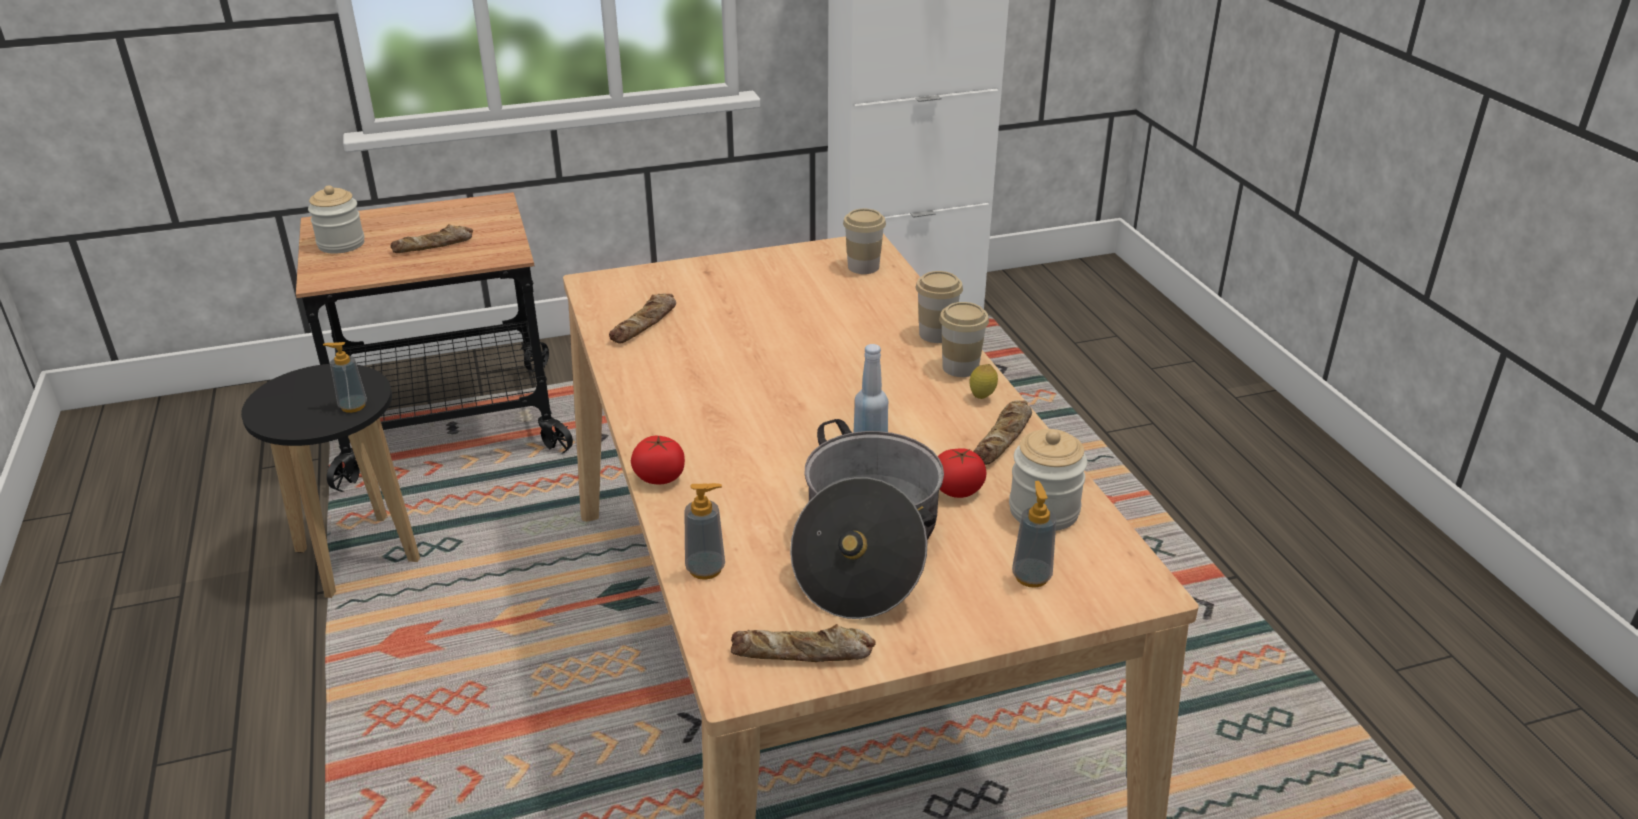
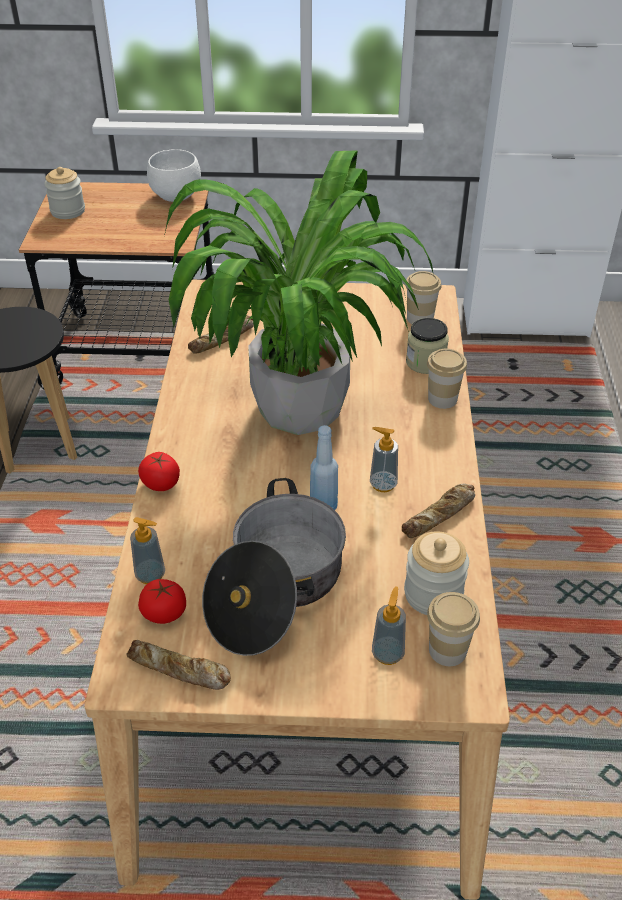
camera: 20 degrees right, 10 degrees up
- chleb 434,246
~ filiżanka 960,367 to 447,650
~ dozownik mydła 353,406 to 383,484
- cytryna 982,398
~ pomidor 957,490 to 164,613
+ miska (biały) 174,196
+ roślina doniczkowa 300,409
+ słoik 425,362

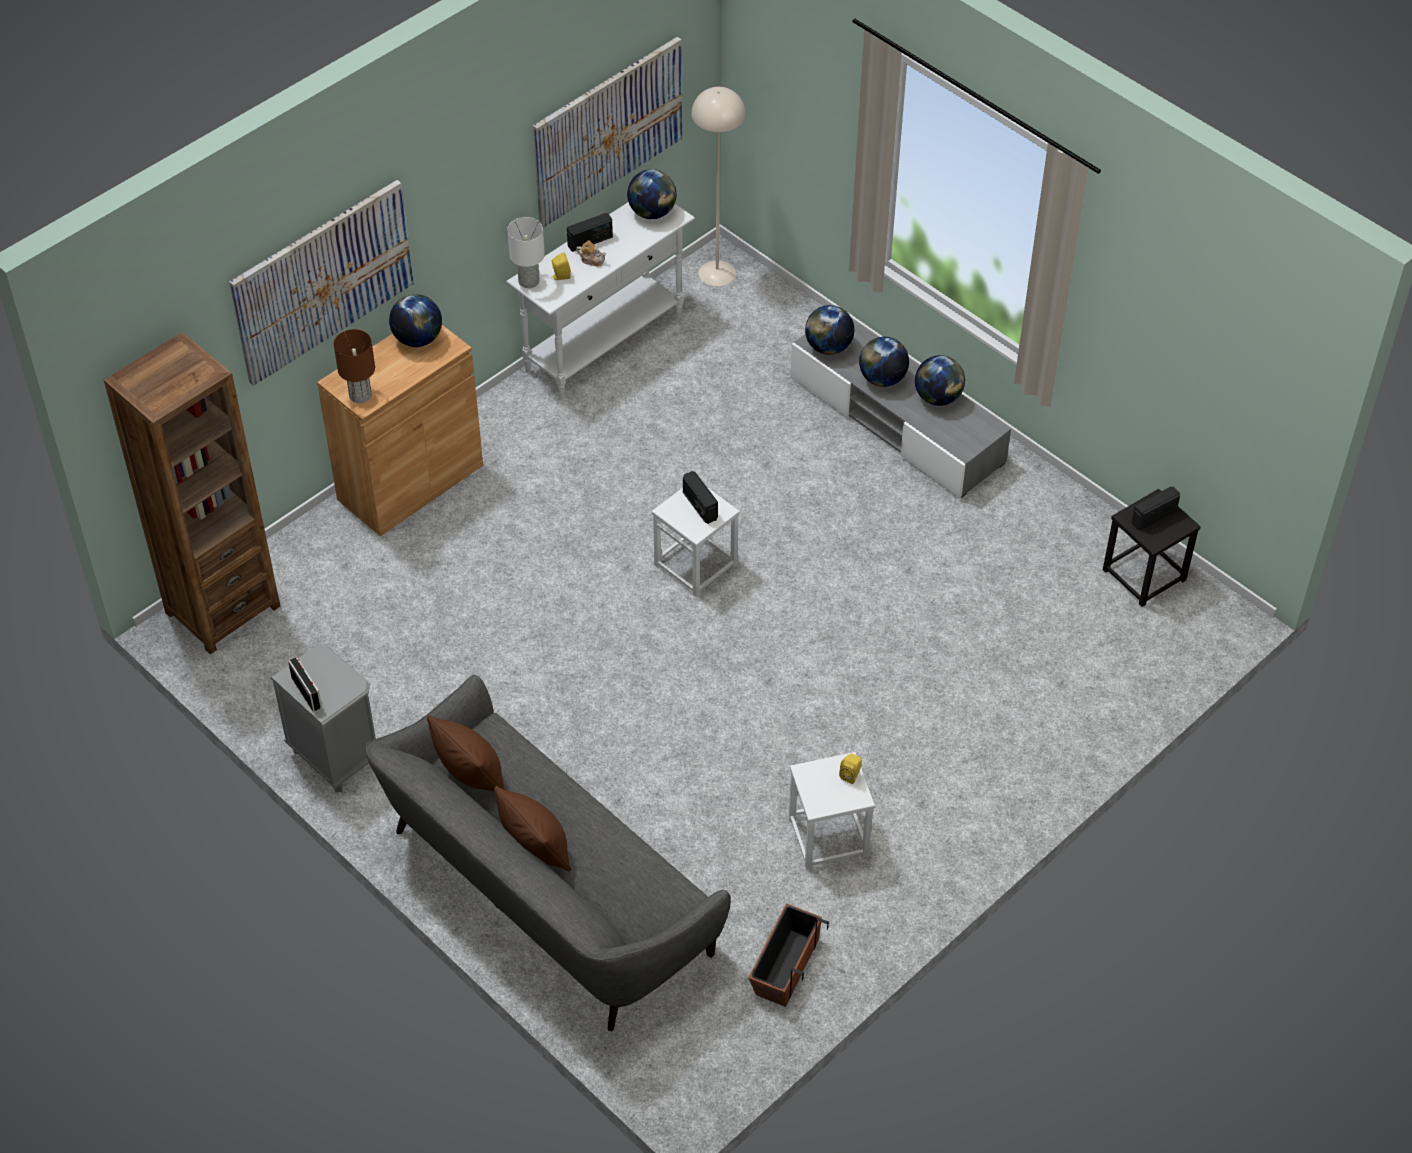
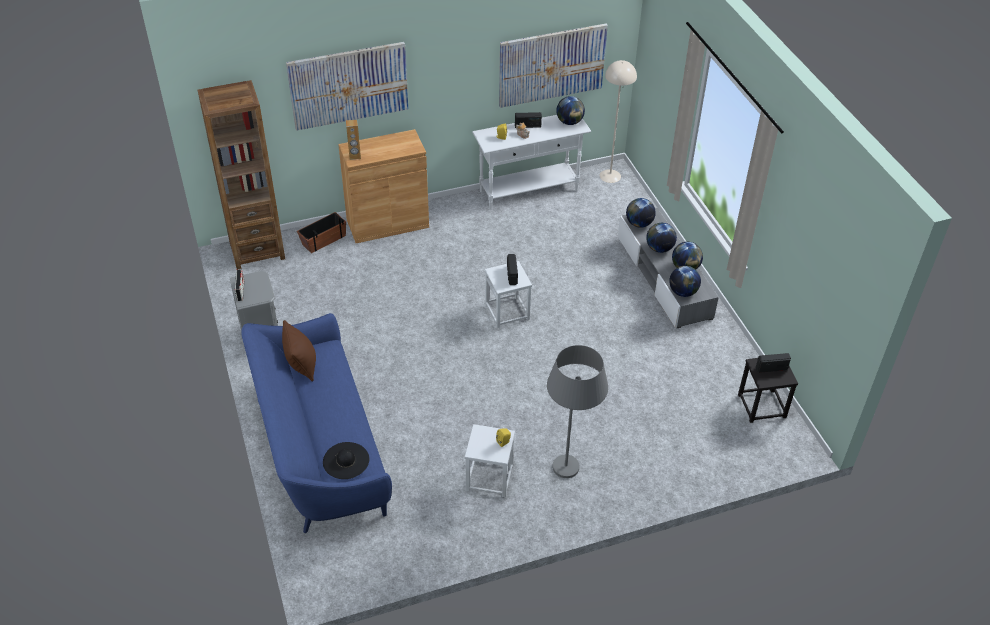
camera: 25 degrees right, 5 degrees down
- lampa stołowa (biały) 529,280
~ globus 418,339 to 683,292
~ lampa stołowa (brązowy) 360,395 to głośnik (brązowy) 355,156
~ kanapa (szary) 545,891 to kanapa (niebieski) 319,446
- poduszka (brązowy) 536,849
~ donica 786,966 to 323,240
+ lampa stojąca (szary) 568,479
+ kapelusz (czarny) 346,460

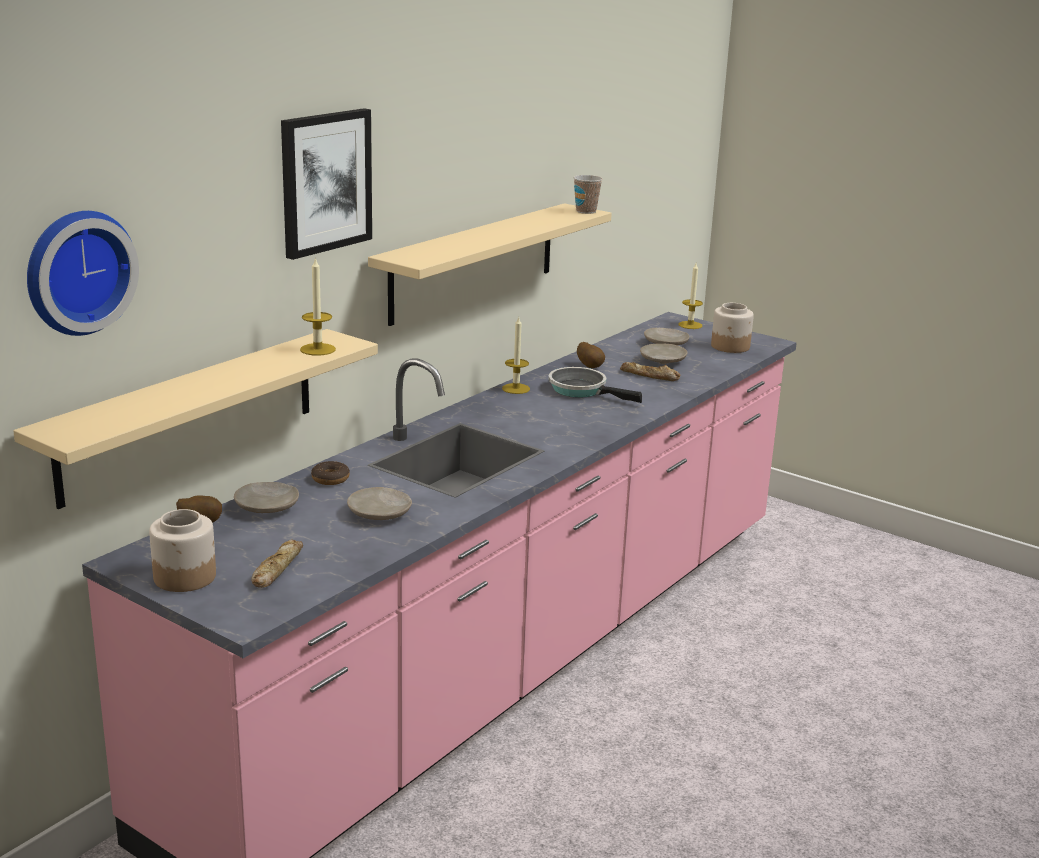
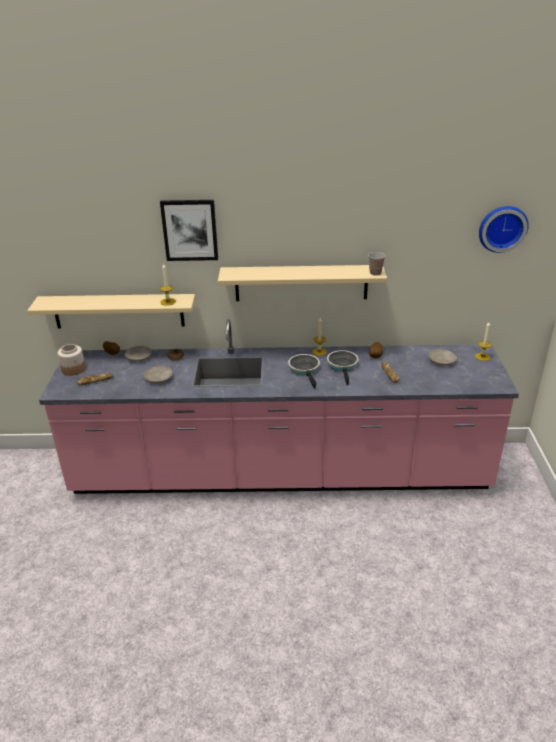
camera: 55 degrees right, 10 degrees up
~ zegar ścienny 76,271 to 502,228
- słoik 730,347
- talerz (beżowy) 662,360
+ patelnia 305,370

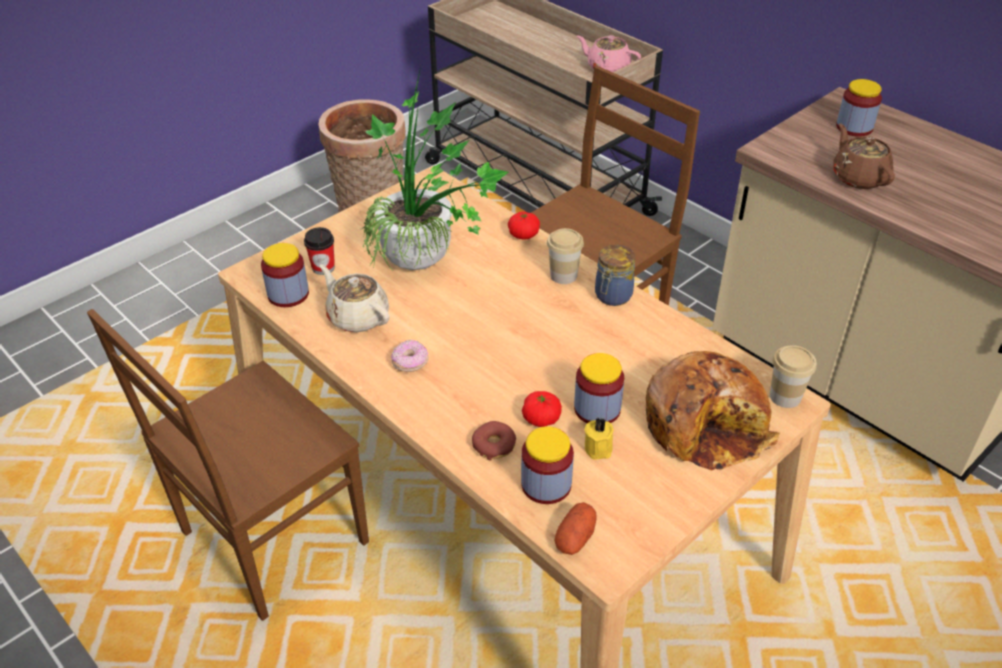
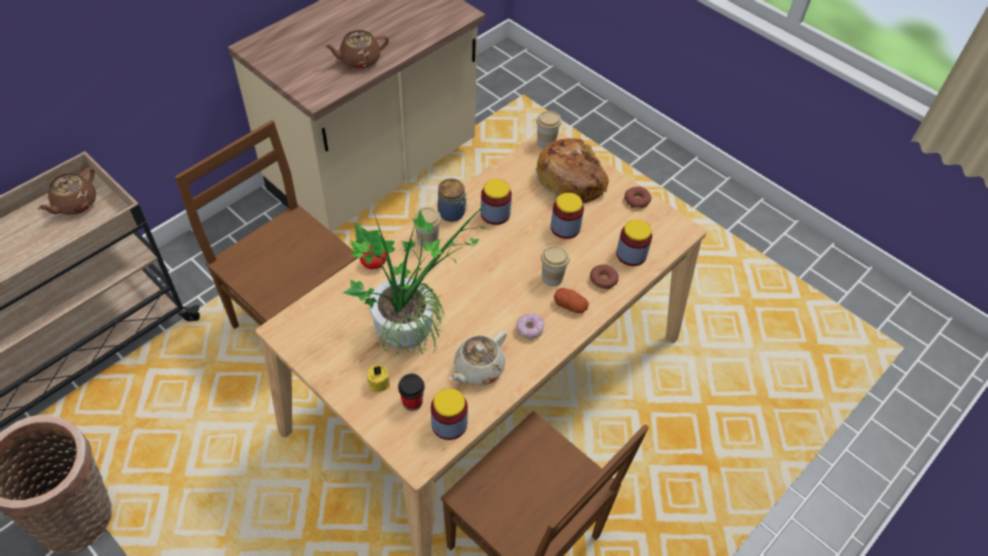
camera: 95 degrees left, 10 degrees up
~ imbryk (różowy) 607,68 to imbryk (brązowy) 75,204
~ słoik 854,127 to 495,214
- pomidor 541,418
~ świeca (żółty) 599,447 to 378,382
~ ziemniak 575,538 to 570,306
+ donut 637,200
+ filiżanka 552,278

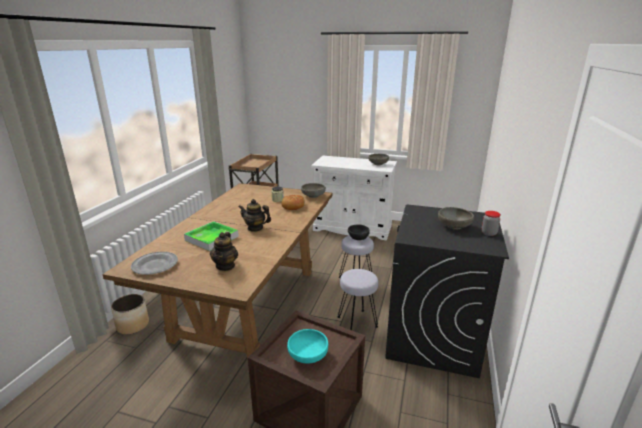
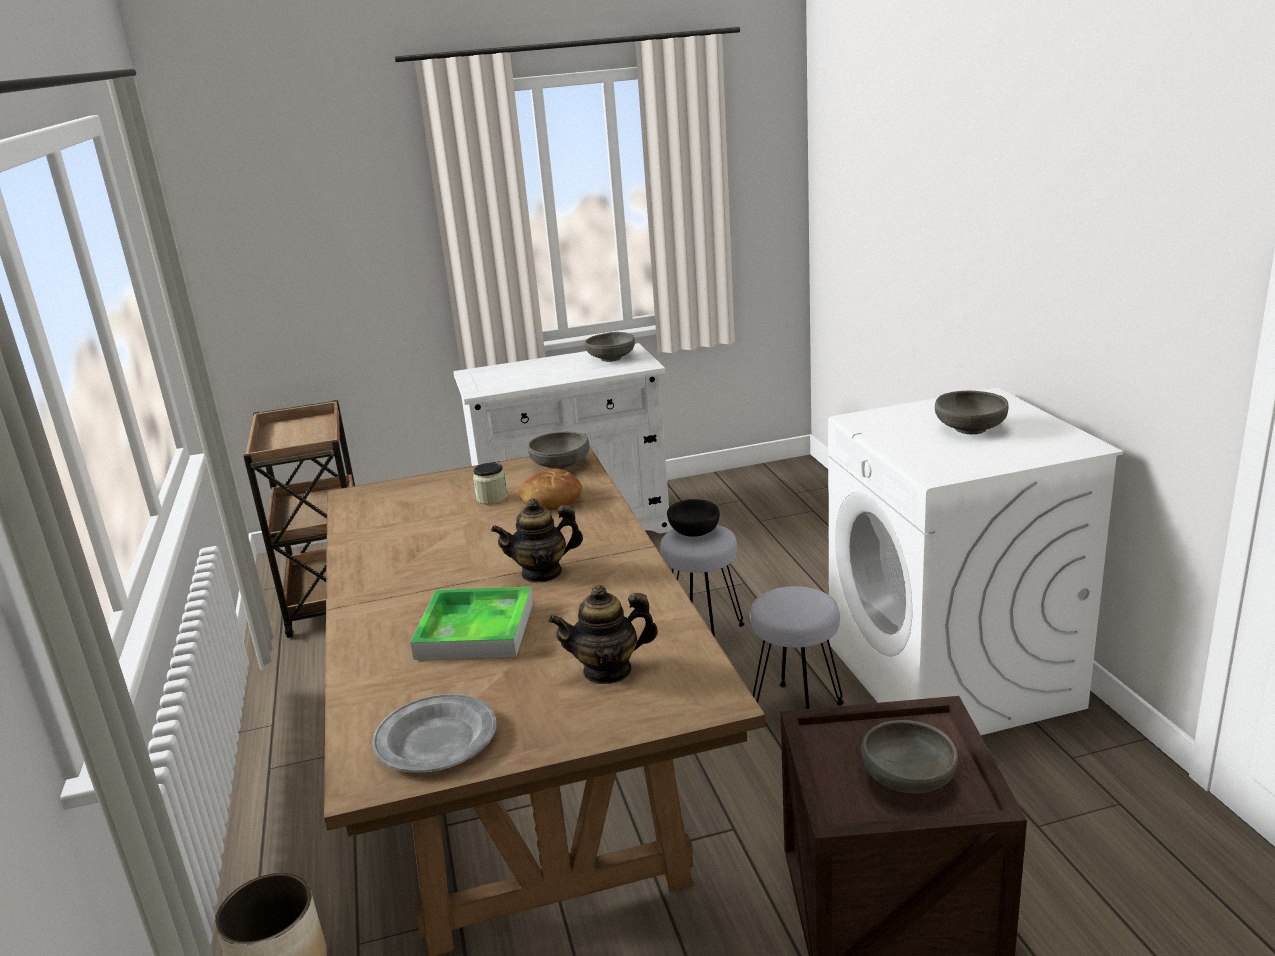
camera: 30 degrees left, 0 degrees up
~ pralka (czarny) 433,337 to pralka (biały) 952,676
- słoik 489,233
~ imbryk 225,266 = 608,670 105 degrees clockwise
~ miska (turkusowy) 308,355 to miska (szary) 907,778

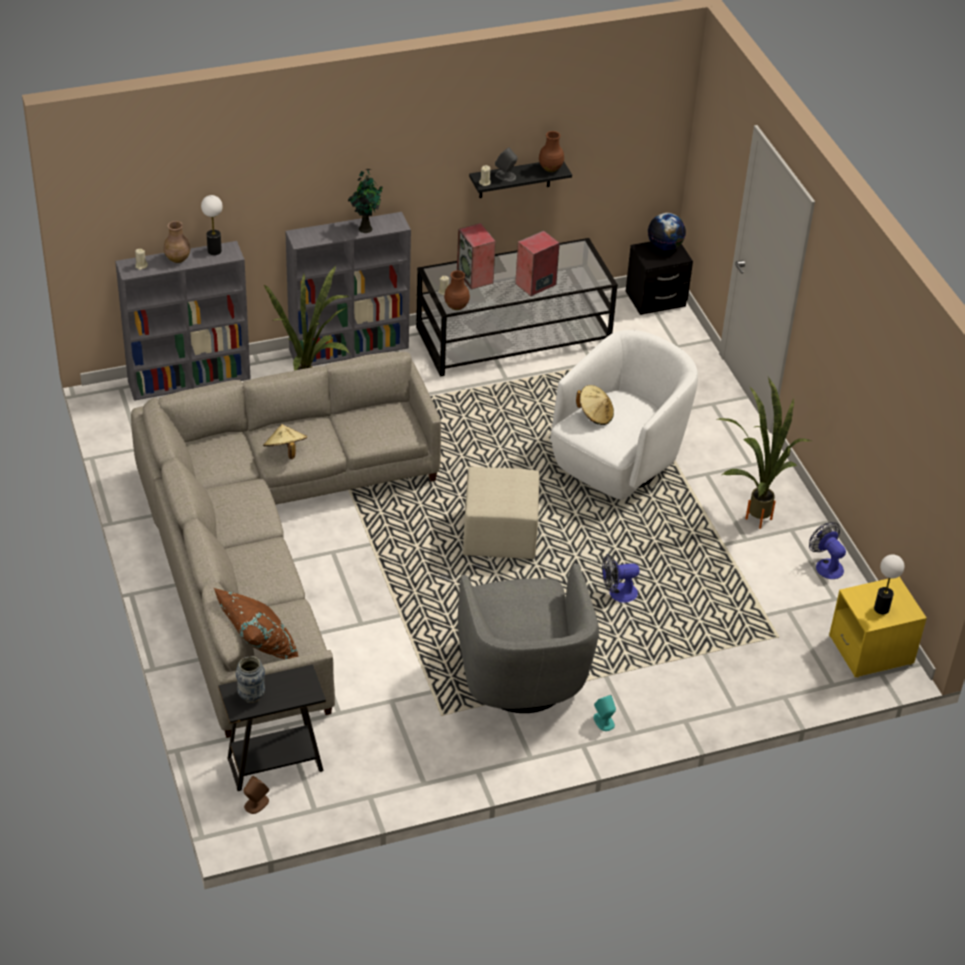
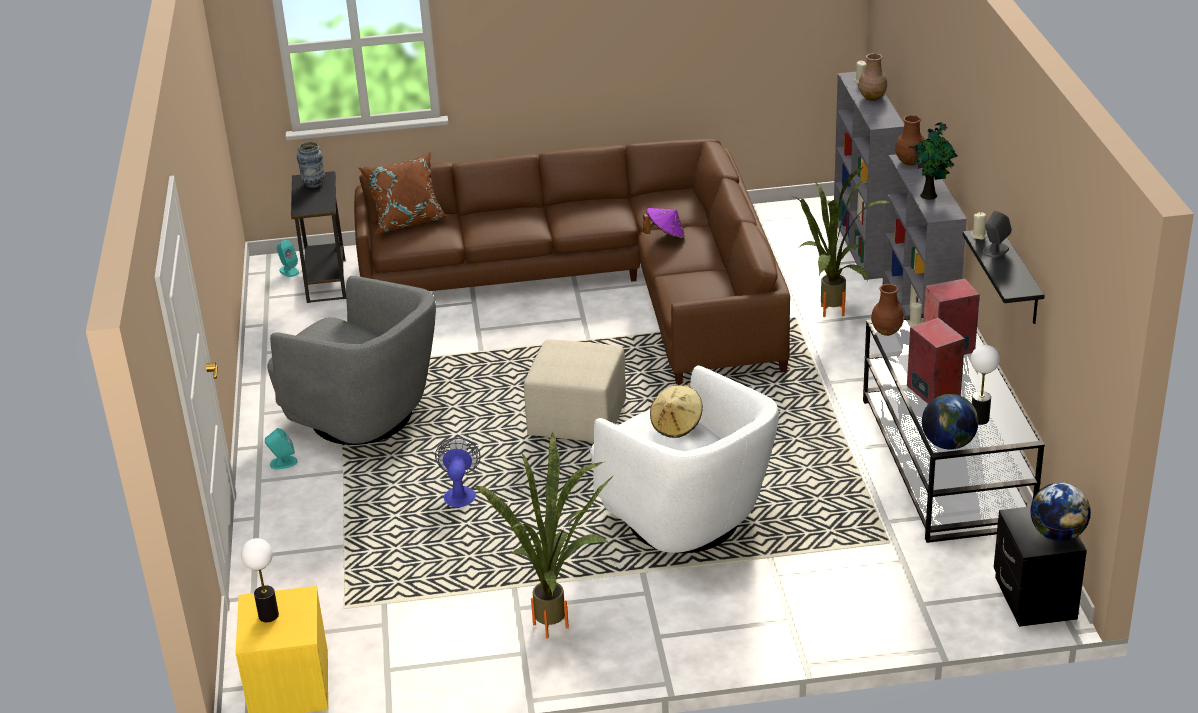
camera: 105 degrees right, 10 degrees down
~ wazon (brązowy) 550,168 to 909,161
~ lampa stołowa 214,251 to 979,419
~ kanapa (szary) 268,545 to kanapa (brązowy) 603,284
~ kapelusz (beżowy) 285,451 to kapelusz (fioletowy) 665,236
- wentylator 826,565
~ fotel (szary) 521,679 = 363,417 150 degrees counterclockwise
~ głośnik (brązowy) 256,804 to głośnik (turkusowy) 289,271
+ globus 948,443

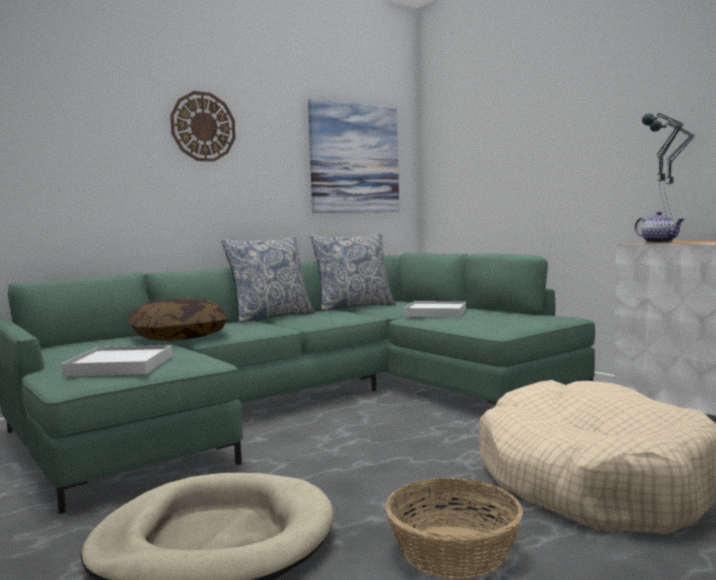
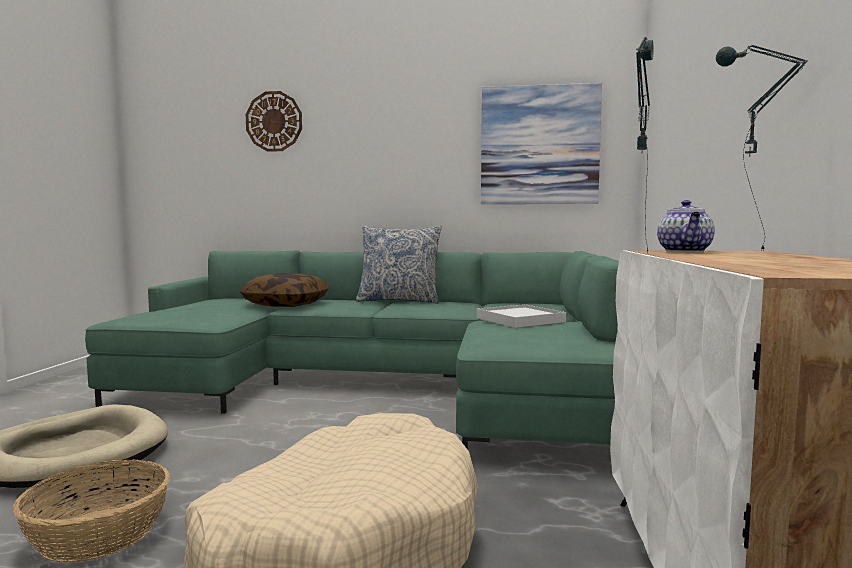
camera: 45 degrees right, 0 degrees up
~ zegar ścienny 203,127 to 274,121
- poduszka 354,307
- taca (biały) 120,366

